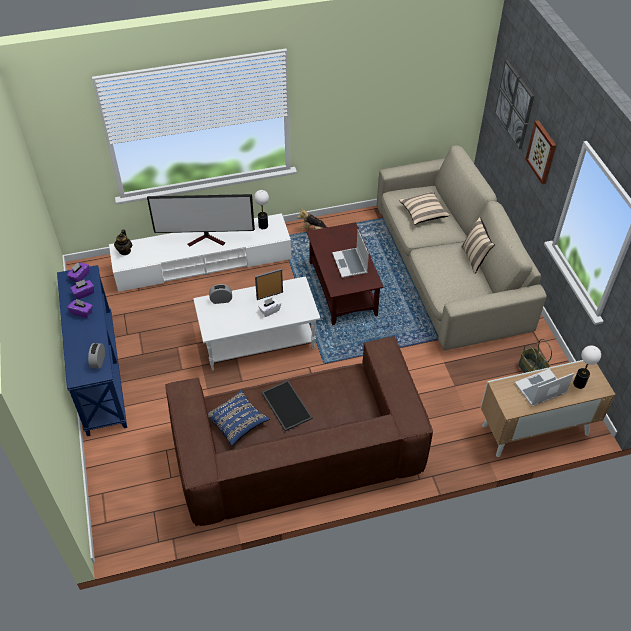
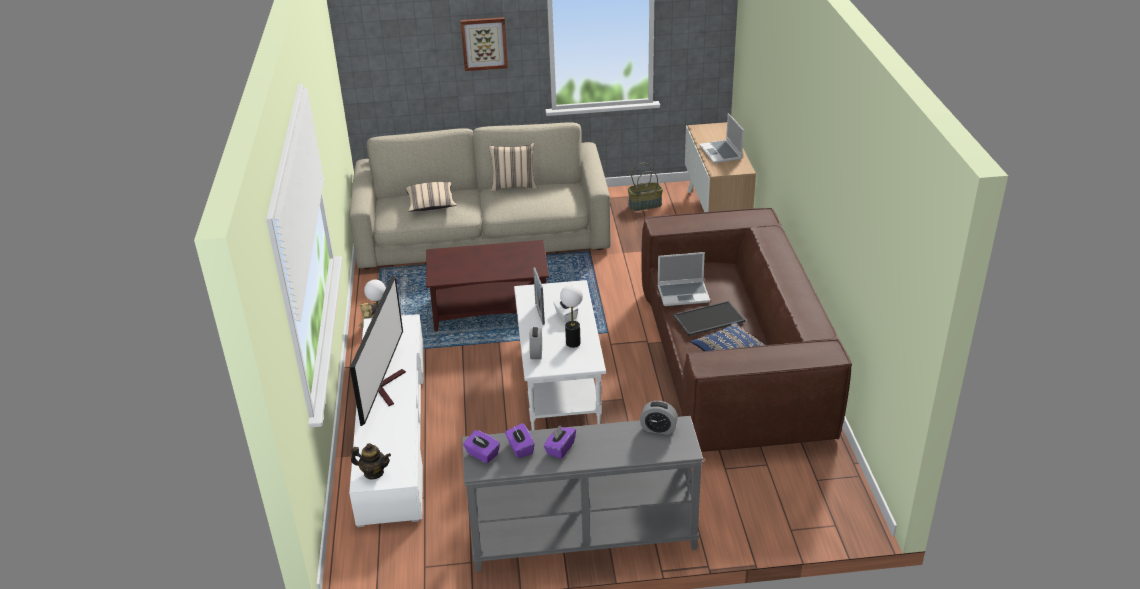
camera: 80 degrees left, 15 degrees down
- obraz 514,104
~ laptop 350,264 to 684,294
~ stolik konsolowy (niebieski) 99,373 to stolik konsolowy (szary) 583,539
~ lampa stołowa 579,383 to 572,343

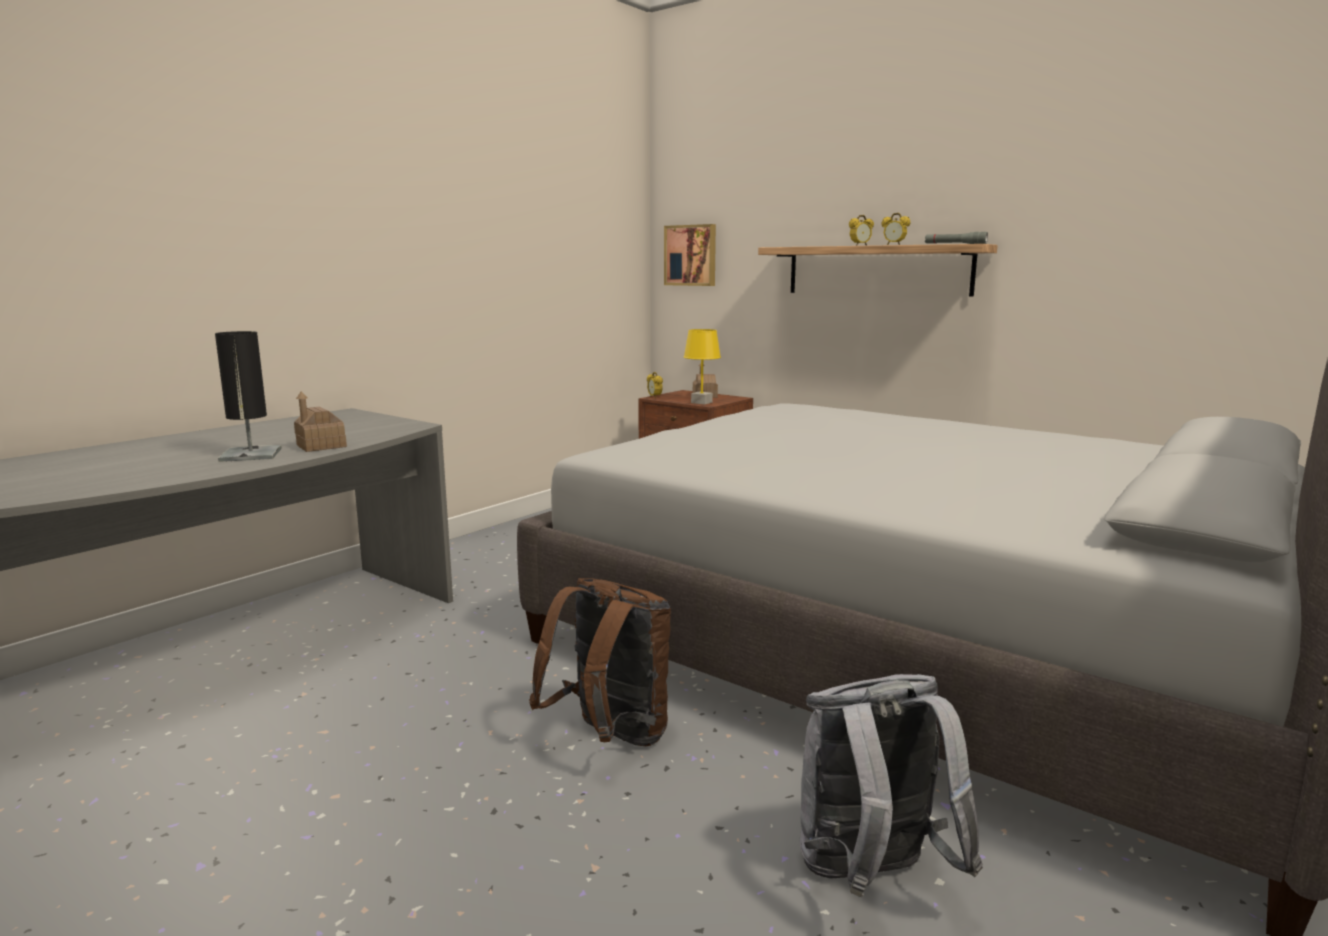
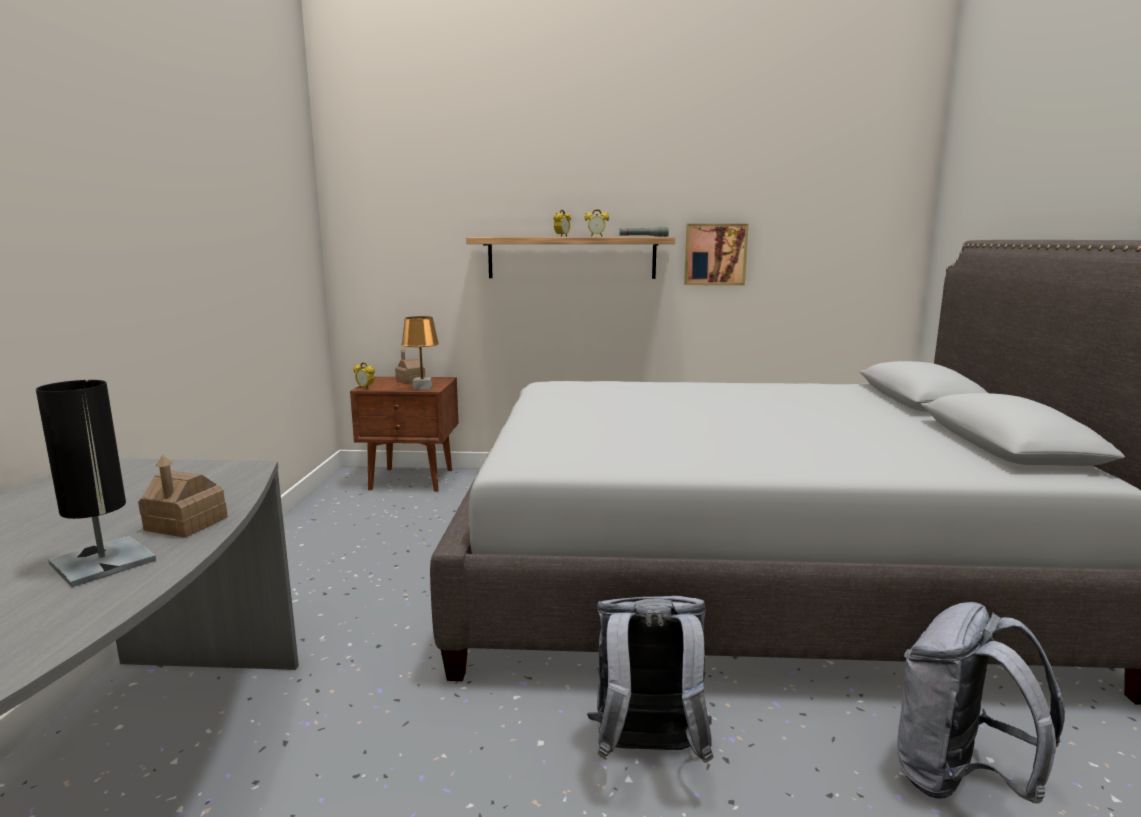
camera: 35 degrees left, 0 degrees up
~ obraz 691,255 to 715,254
~ lampa stołowa (żółty) 702,402 to lampa stołowa (brązowy) 422,388
~ plecak (brązowy) 610,737 to plecak (szary) 647,752

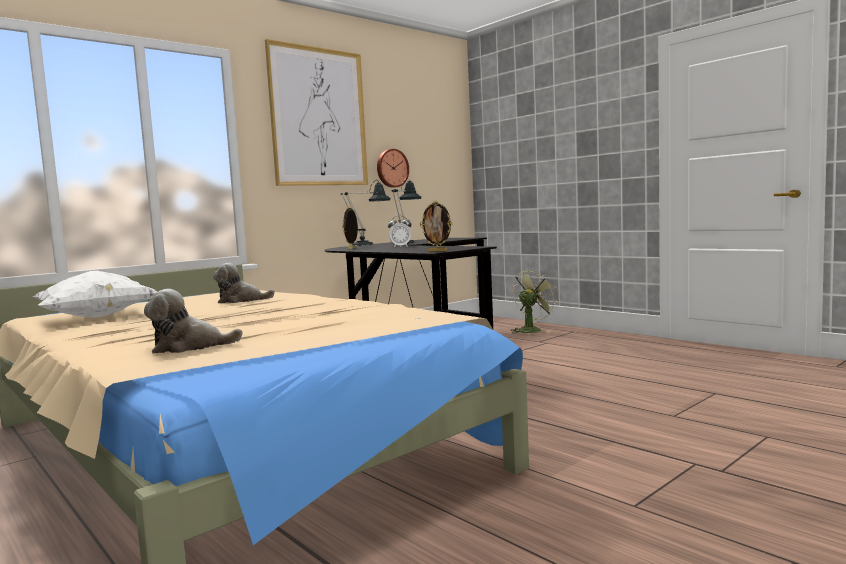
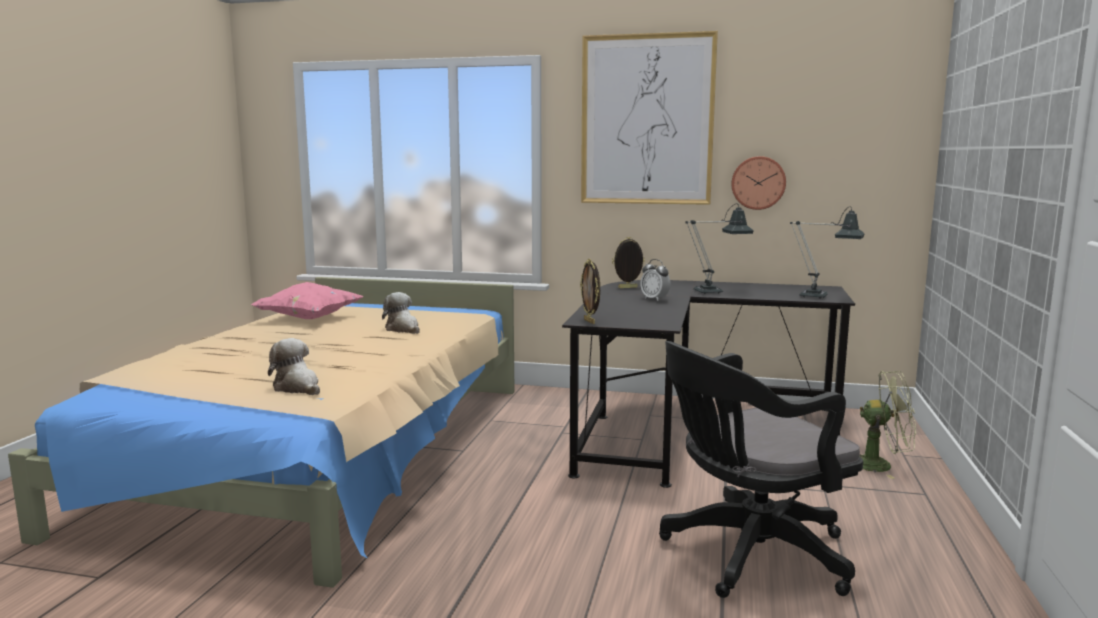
camera: 55 degrees right, 5 degrees up
~ lampa stołowa 367,245 to 821,297
~ poduszka (biały) 97,317 to poduszka (różowy) 308,319
~ pluszak 189,347 to 297,388
+ krzesło biurowe (czarny) 748,555

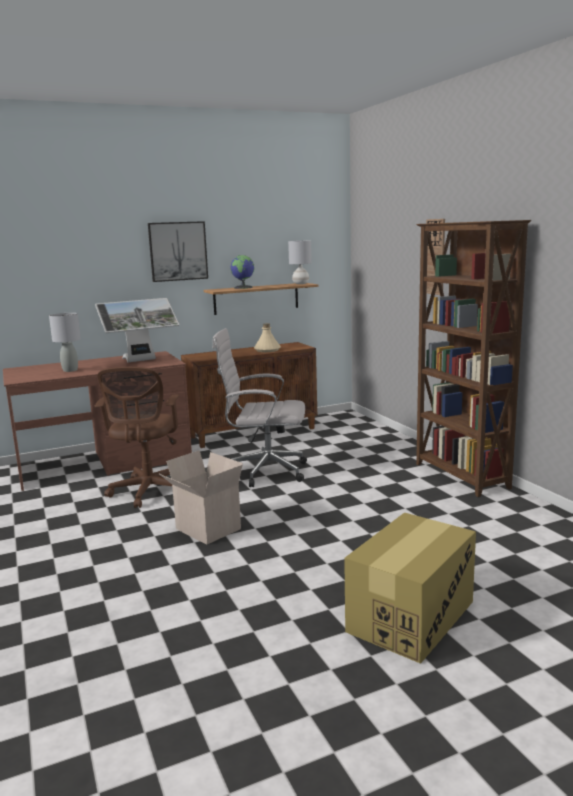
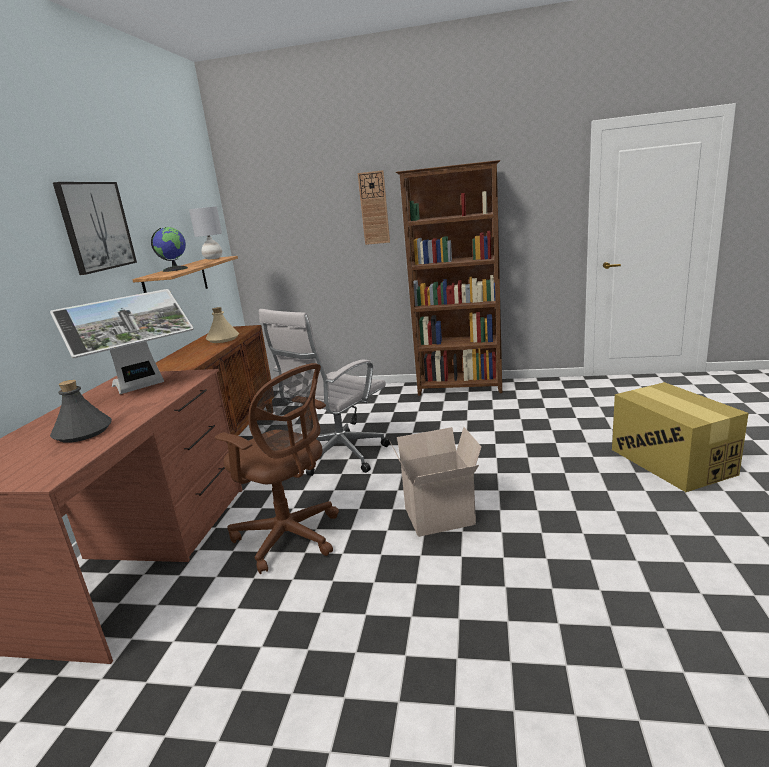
camera: 55 degrees left, 5 degrees up
~ monitor 141,360 = 142,387 45 degrees clockwise
~ lampa stołowa (szary) 70,370 to butelka (szary) 83,433

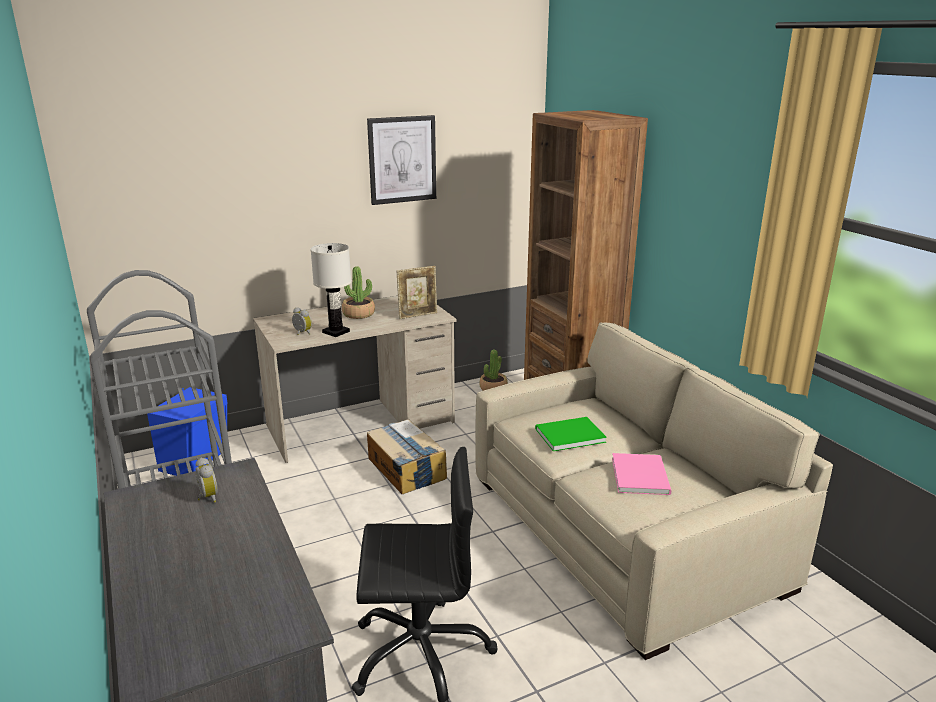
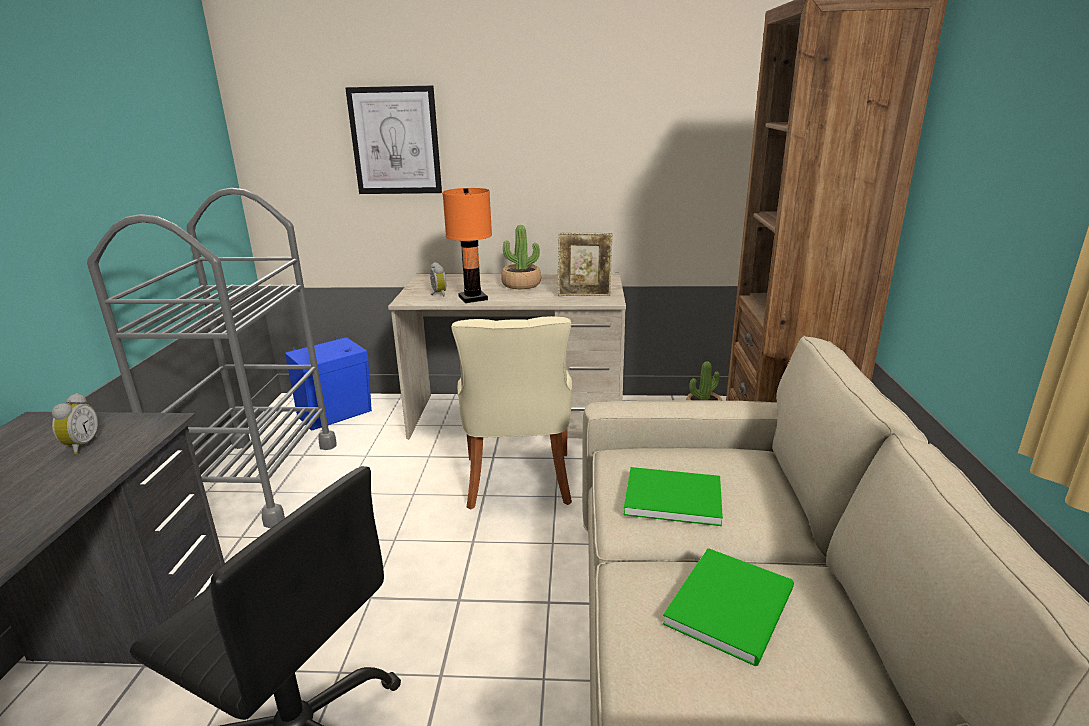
camera: 30 degrees right, 0 degrees up
~ obraz 402,159 to 395,141
~ lampa stołowa (biały) 335,332 to lampa stołowa (pomarańczowy) 472,298
~ karton 406,469 to krzesło (beżowy) 518,482
~ książka (różowy) 641,475 to książka (zielony) 734,605

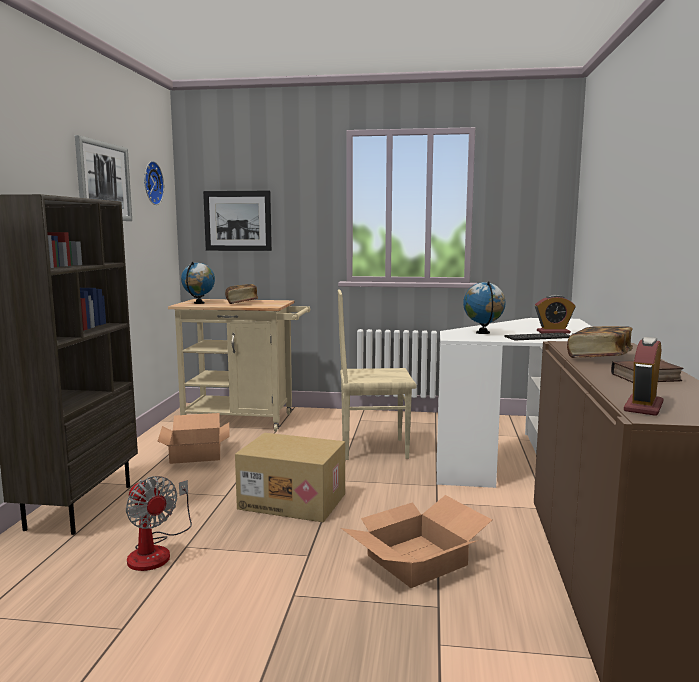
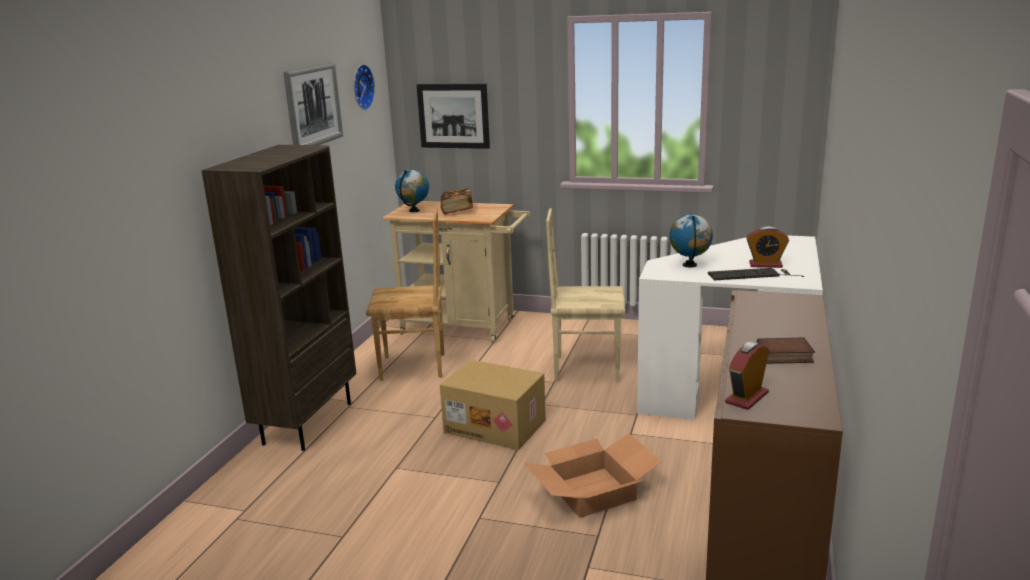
camera: 10 degrees right, 10 degrees up
- książka 599,357
~ karton 197,453 to krzesło (brązowy) 413,367
- wentylator 156,551

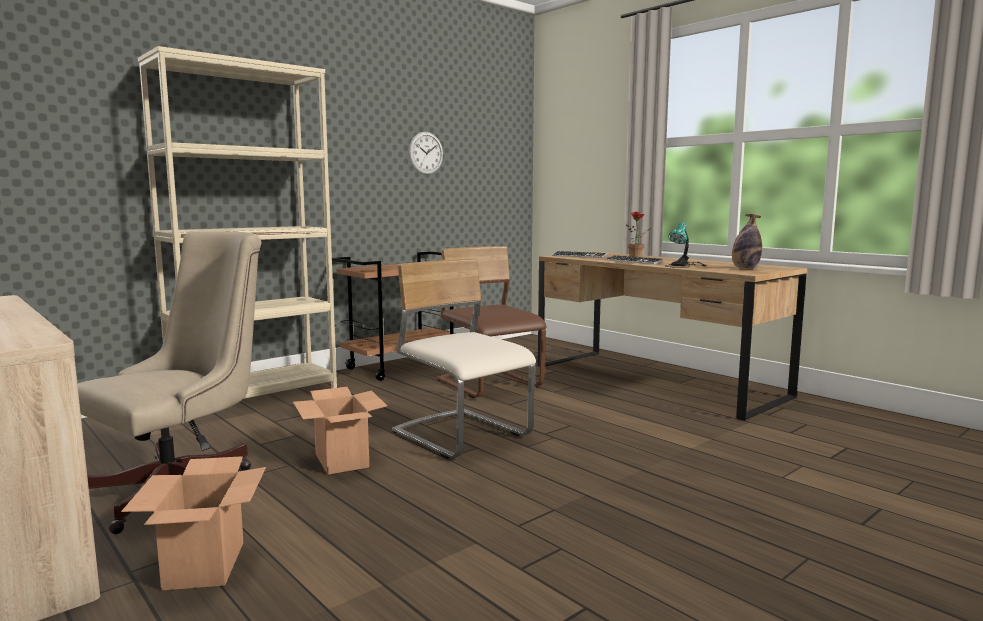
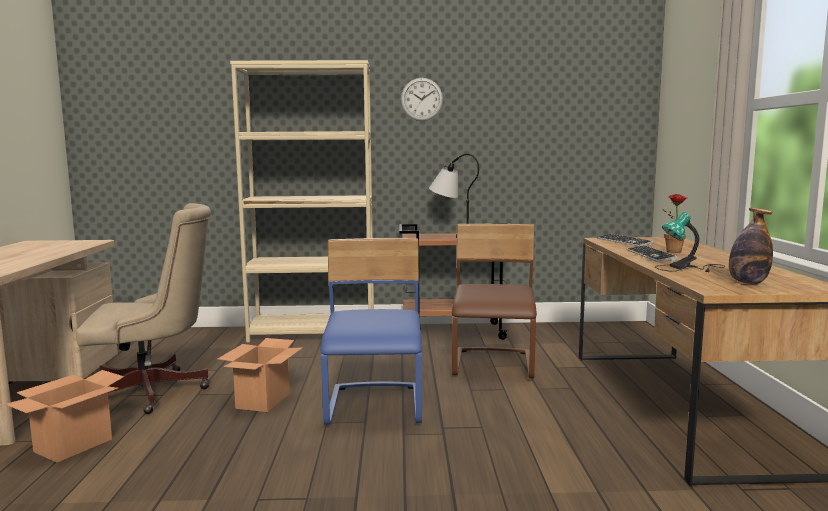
camera: 40 degrees right, 0 degrees up
~ zegar ścienny 426,153 to 421,99
~ krzesło (beżowy) 462,435 to krzesło (niebieski) 376,407
+ lampa stołowa 453,236

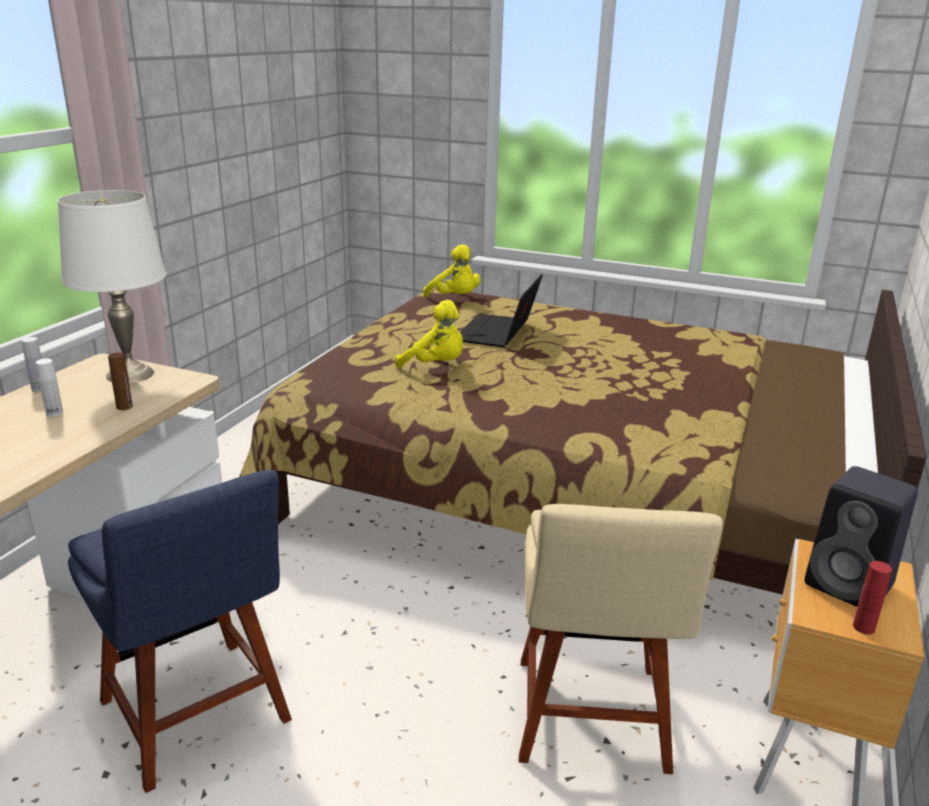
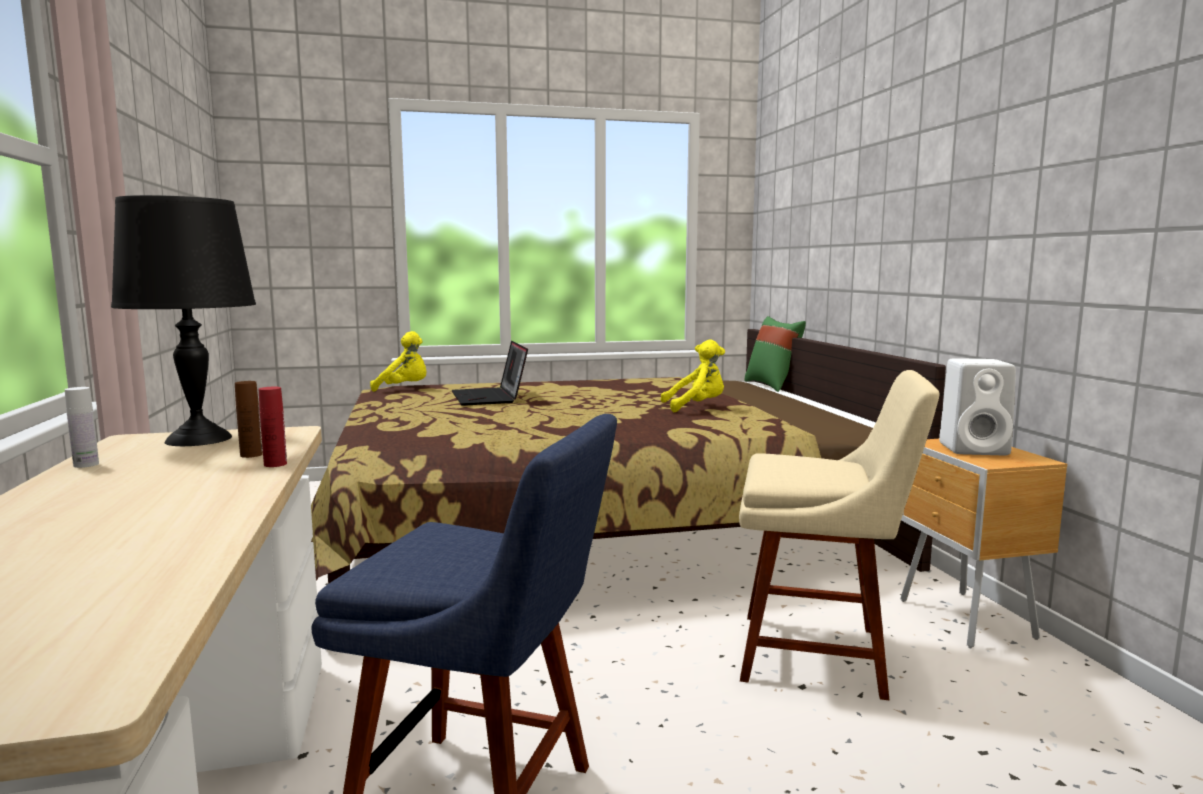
camera: 35 degrees left, 15 degrees down
~ lampa stołowa (biały) 129,374 to lampa stołowa (czarny) 197,439
~ pluszak (żółty) 436,366 to 696,407
- butelka (biały) 54,413
~ głośnik (czarny) 851,586 to głośnik (biały) 975,449
~ krzesło (beżowy) 591,721 = 821,655 45 degrees counterclockwise
~ butelka (czerwony) 863,627 to 275,464
+ poduszka (zielony) 772,385

